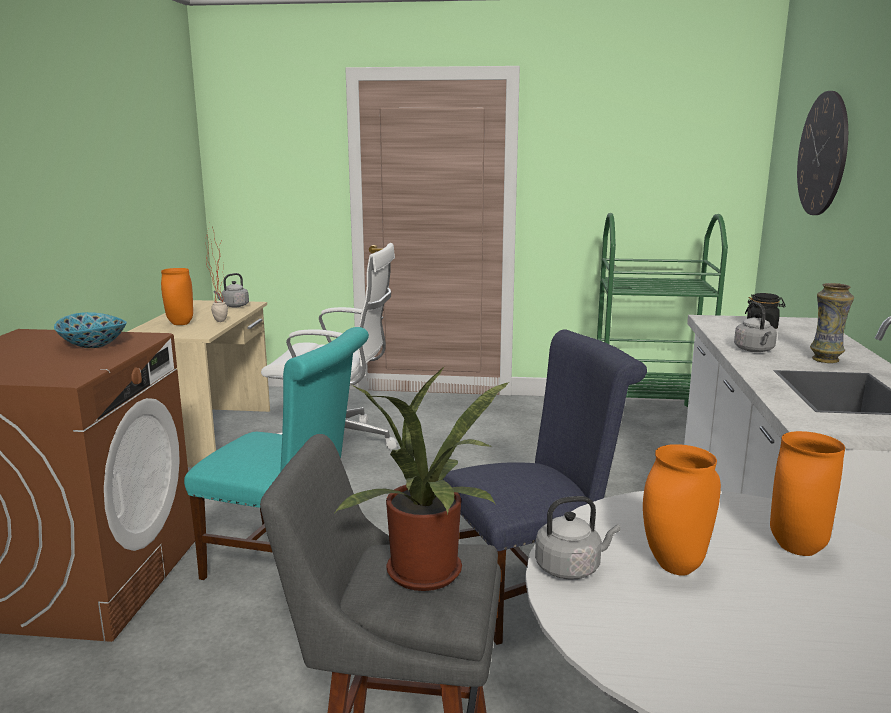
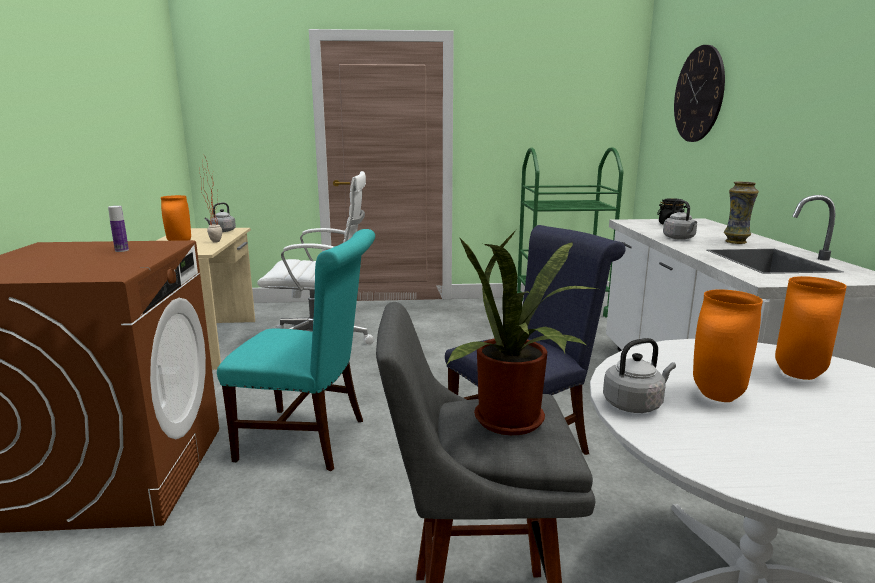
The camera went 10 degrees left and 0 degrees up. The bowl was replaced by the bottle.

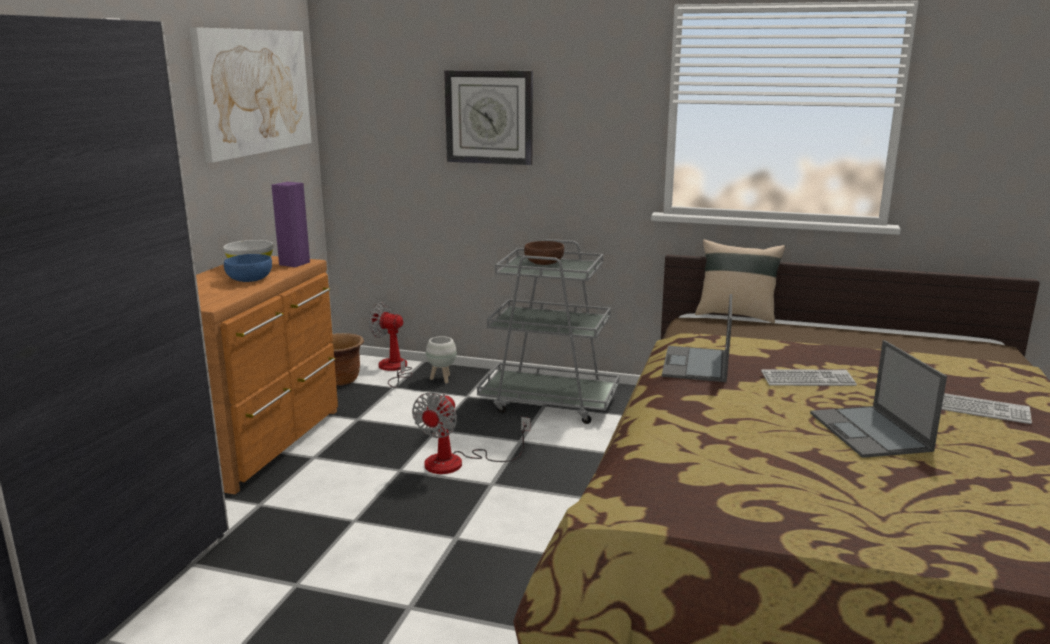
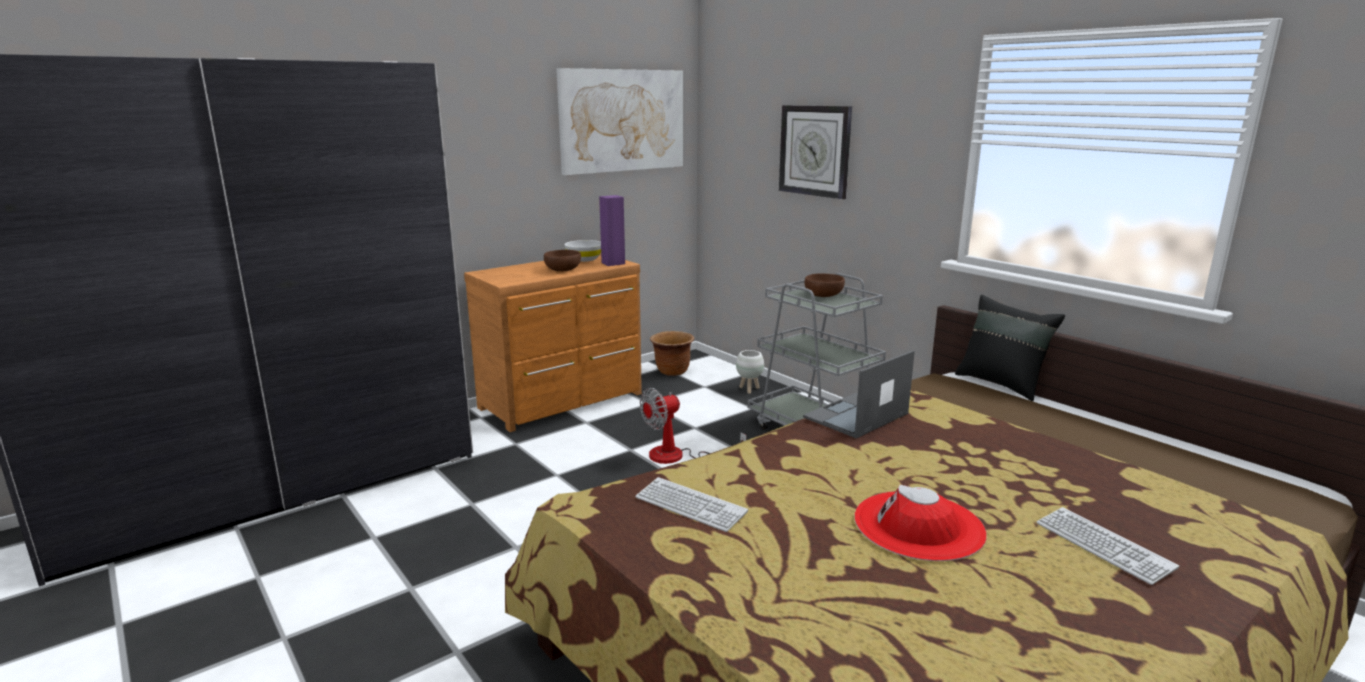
The camera went 35 degrees right and 0 degrees up. The blue_bowl became the brown_bowl (1st from left). The keyboard (1st from left) moved. The laptop (2nd from left) was replaced by the red_hat. The beige_pillow became the black_pillow. The fan (1st from left) disappeared.

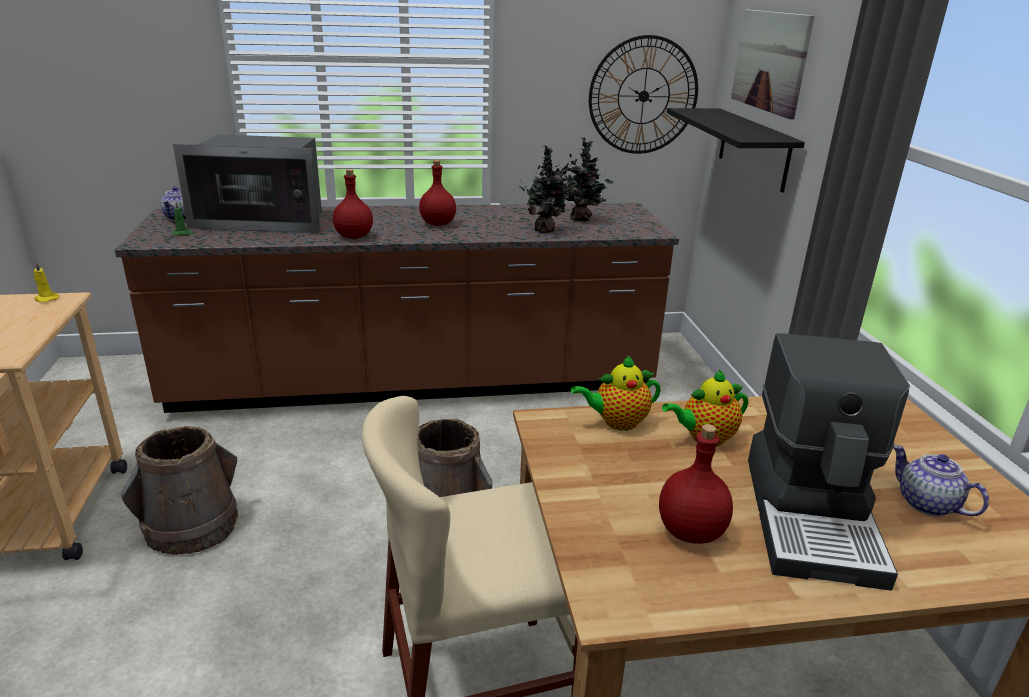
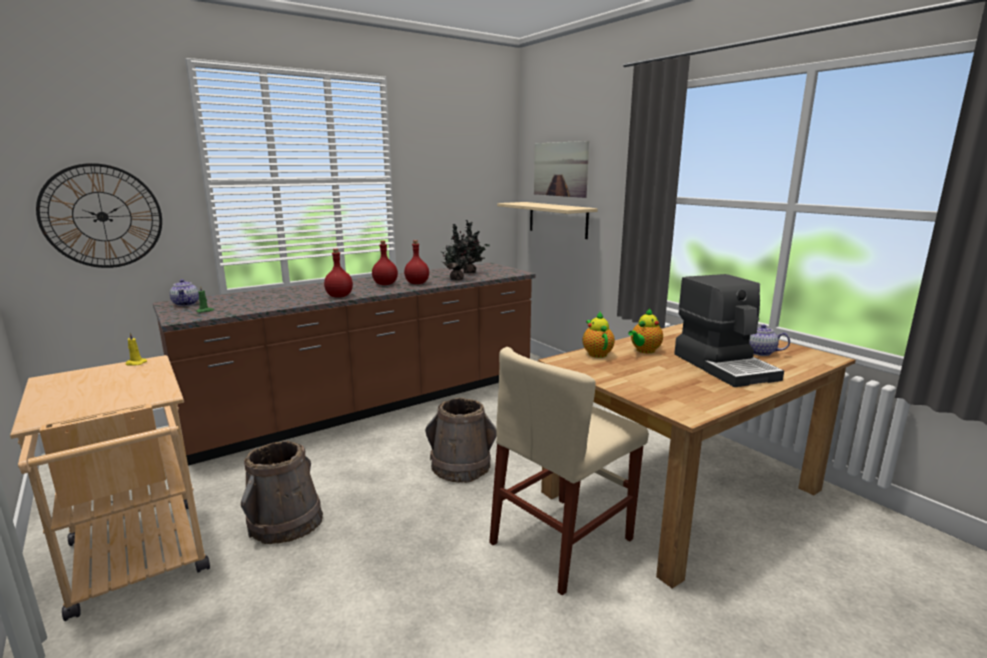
The camera went 25 degrees left and 10 degrees down. The wall_clock moved. The red_bottle (3rd from left) moved. The black_shelf became the beige_shelf. The teapot (2nd from left) turned 120 degrees clockwise. The microwave disappeared.

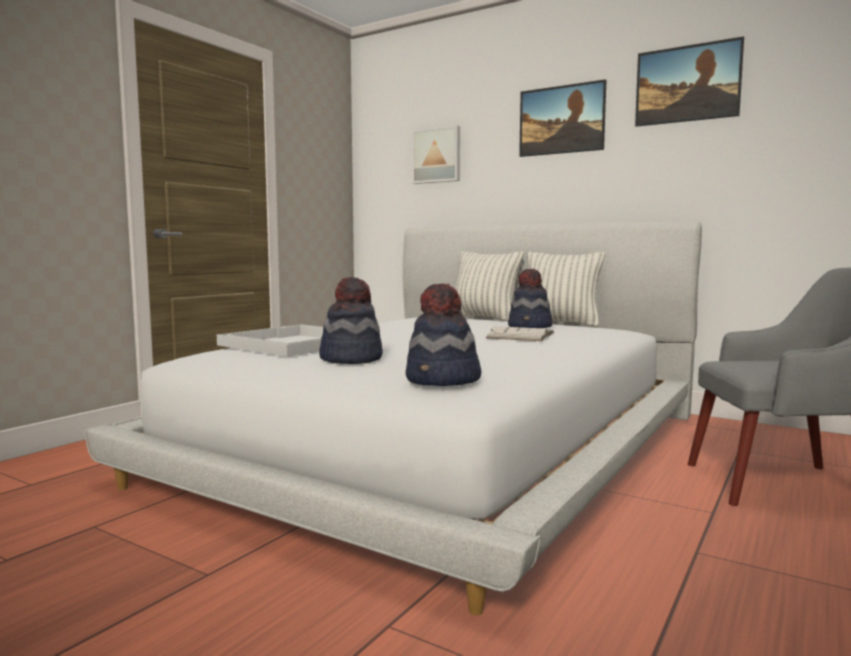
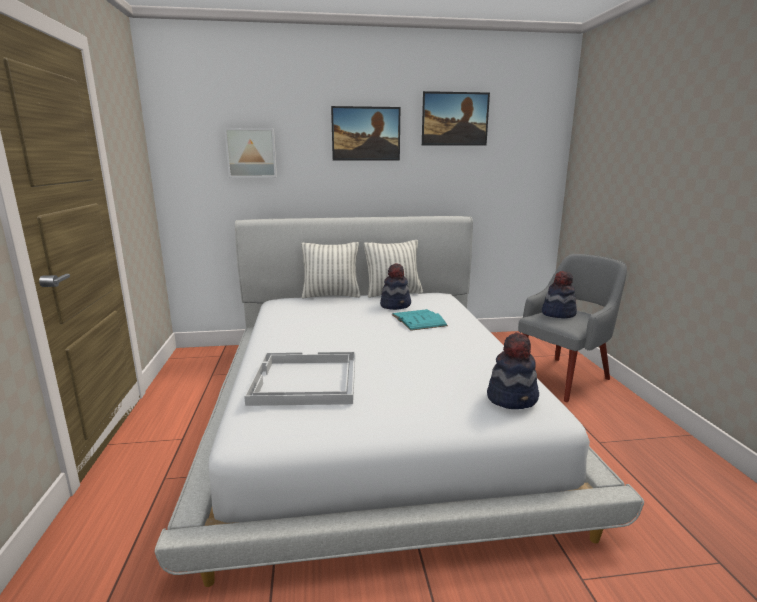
The camera went 40 degrees left and 10 degrees up. The white_book became the turquoise_book. The hat (1st from left in the first image) moved.

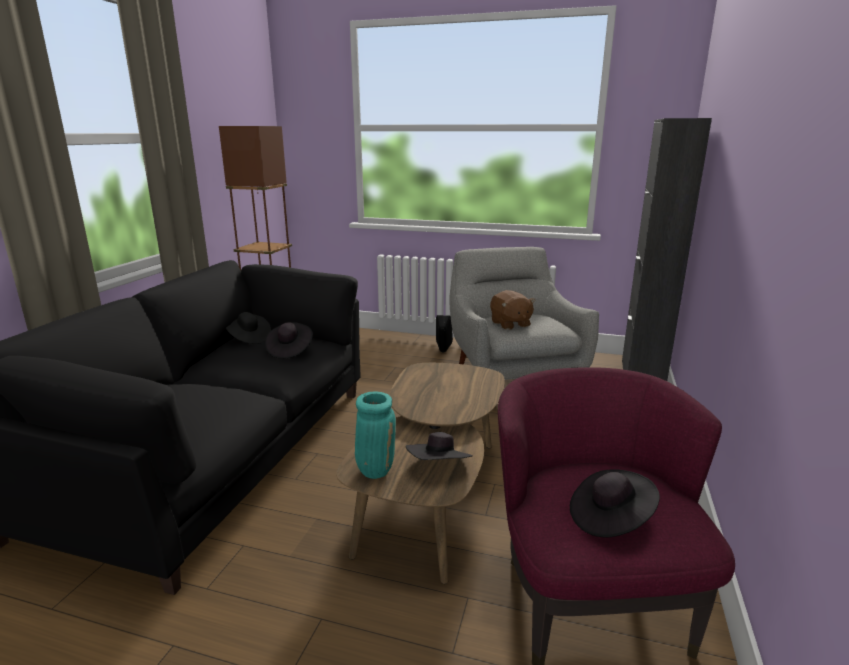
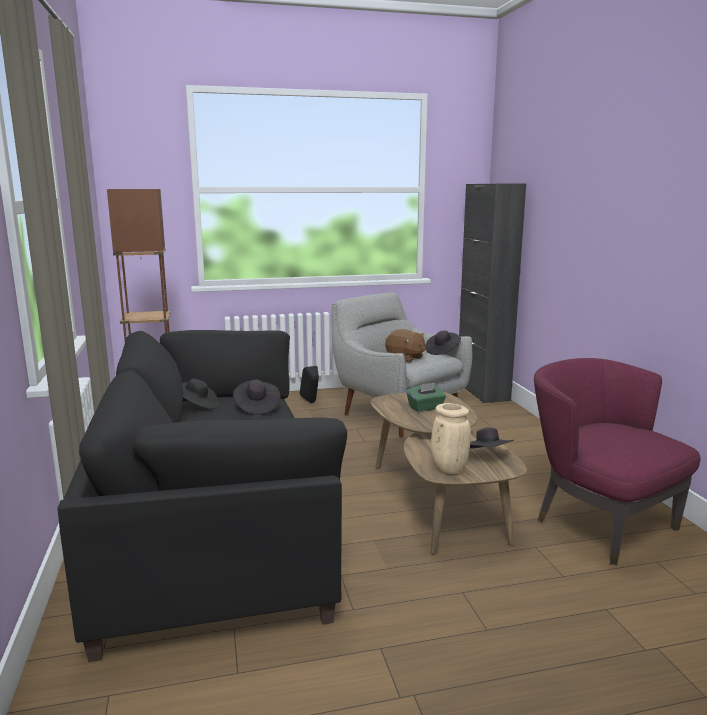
The camera went 30 degrees left and 5 degrees down. The green_tissue_box appeared. The black_hat (4th from left in the first image) moved. The turquoise_vase became the beige_vase.

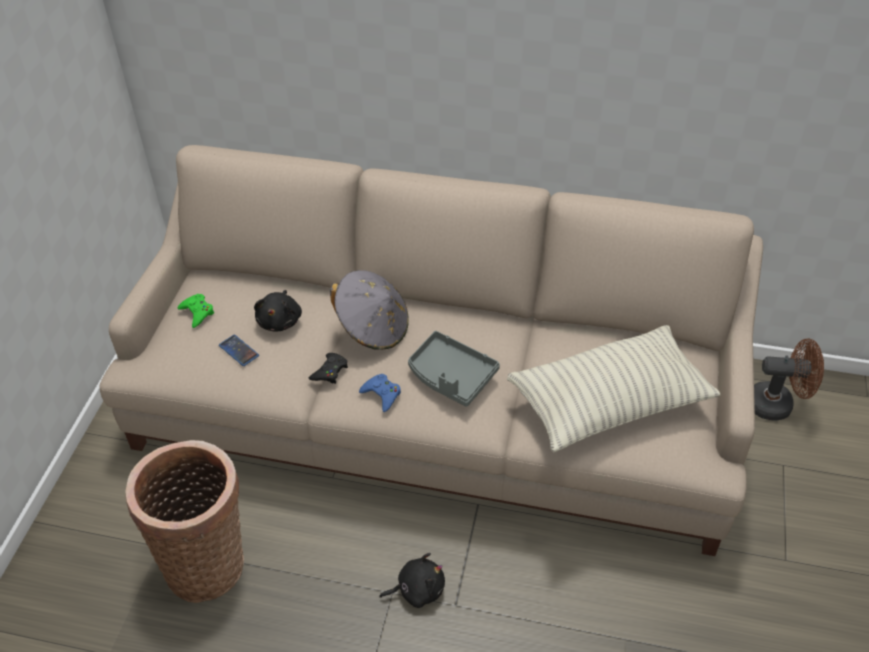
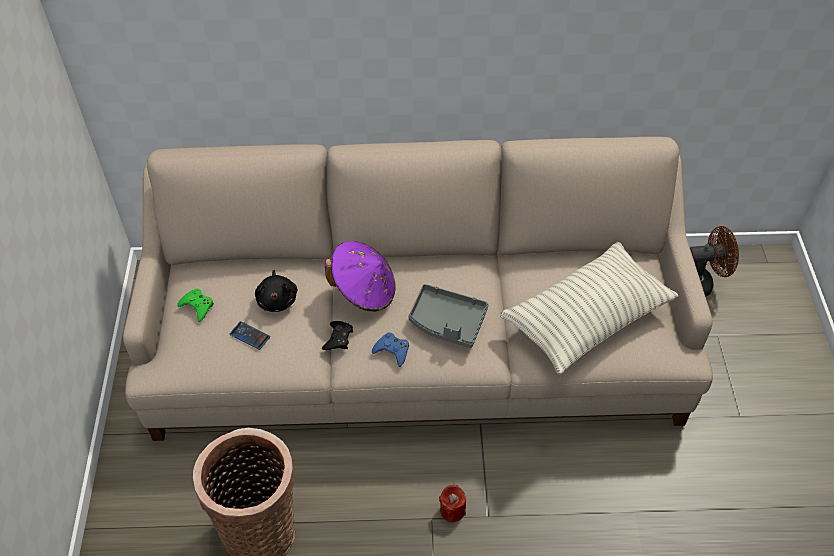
The camera went 15 degrees left and 5 degrees up. The grey_hat became the purple_hat. The black_plush_toy (2nd from left) was replaced by the red_candle.

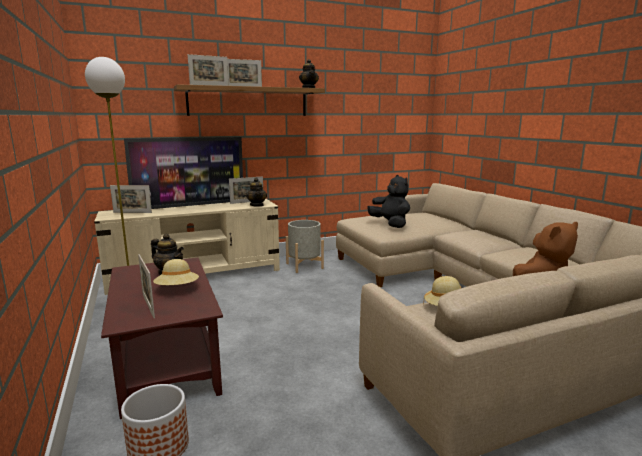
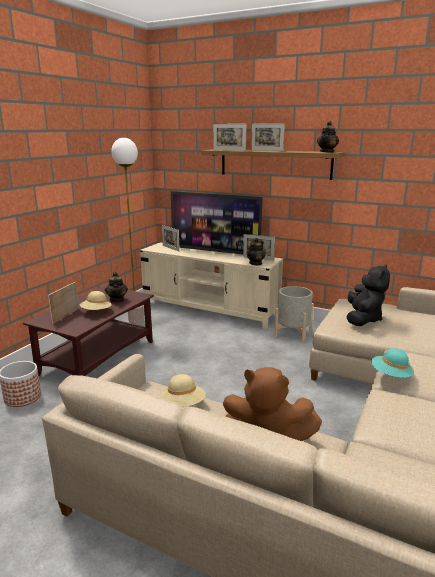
The camera went 50 degrees right and 5 degrees up. The turquoise_hat appeared.

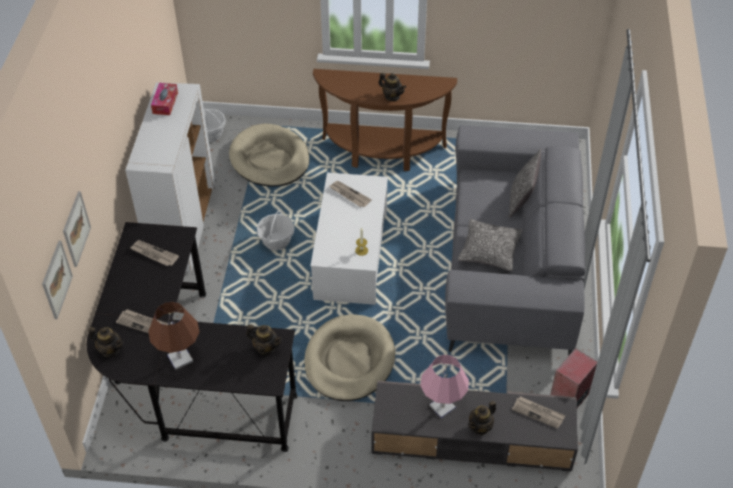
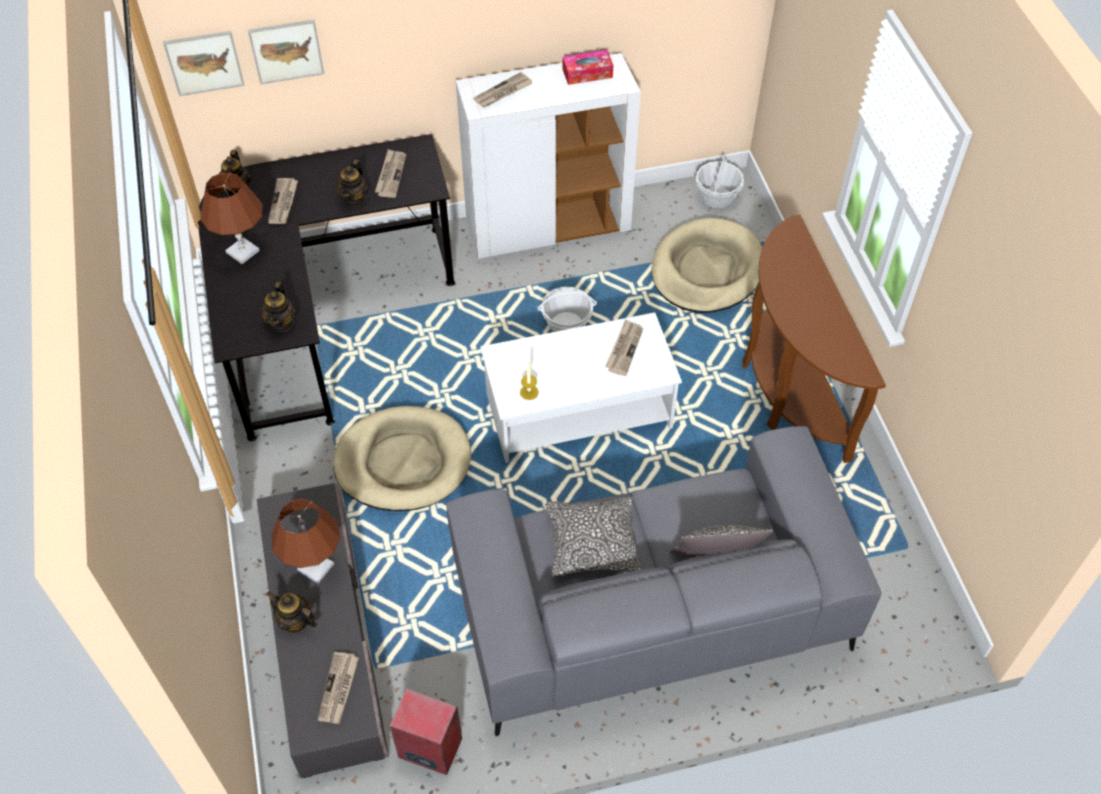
The camera went 70 degrees right and 5 degrees up. The pink_table_lamp became the brown_table_lamp (2nd from left). The teapot (3rd from left in the first image) moved. The newspaper (4th from left) appeared.

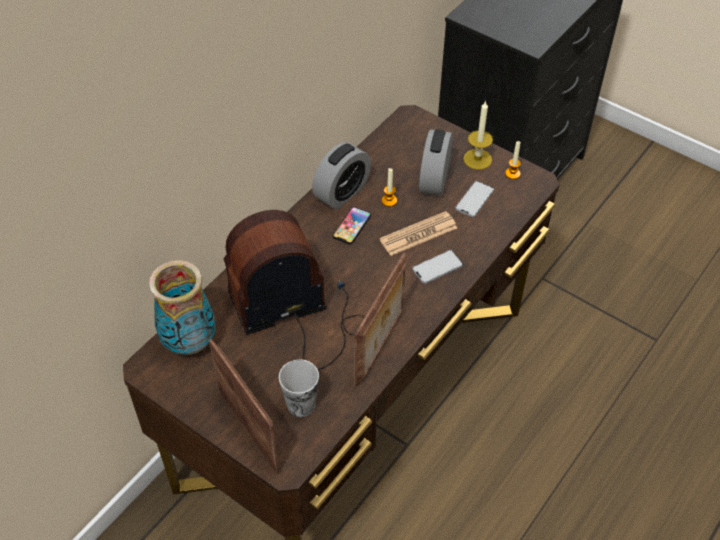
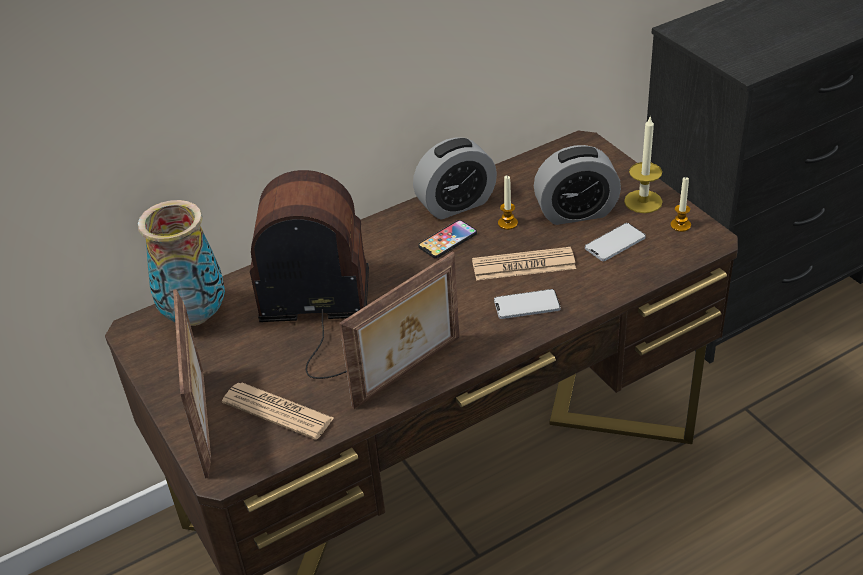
The camera went 25 degrees right and 10 degrees down. The cup was replaced by the newspaper (1st from left). The alarm_clock (2nd from left) turned 135 degrees counterclockwise.

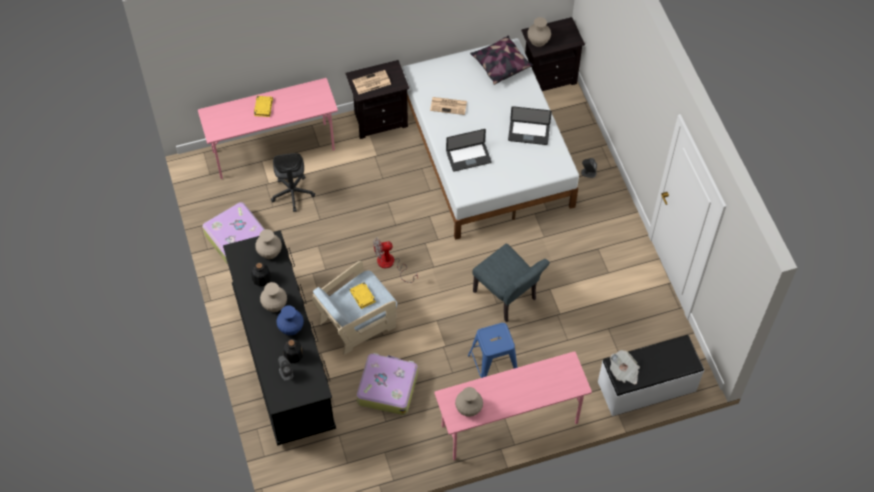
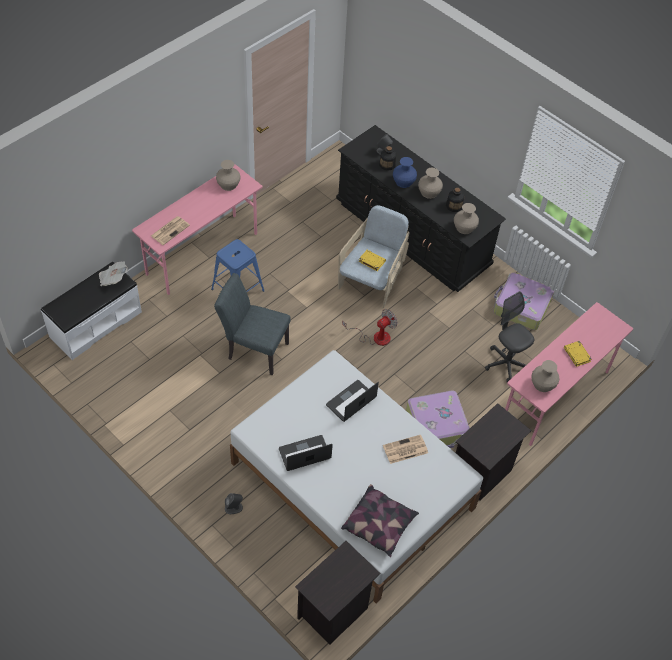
The camera went 150 degrees right and 5 degrees down. The newspaper (1st from left in the first image) moved. The suitcase (2nd from left in the first image) moved. The beige_vase (4th from left) moved.

